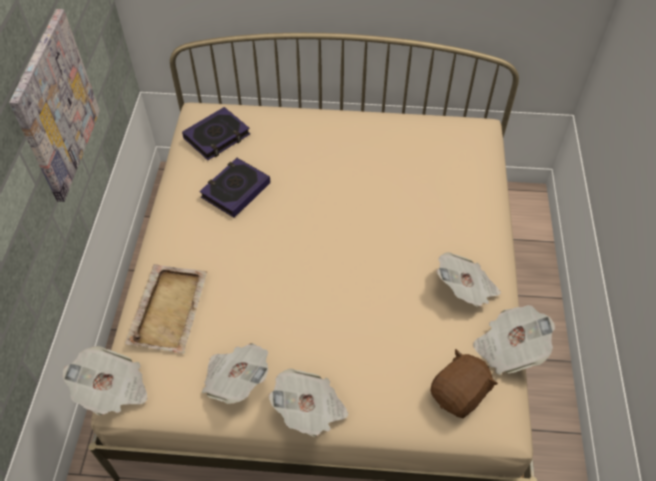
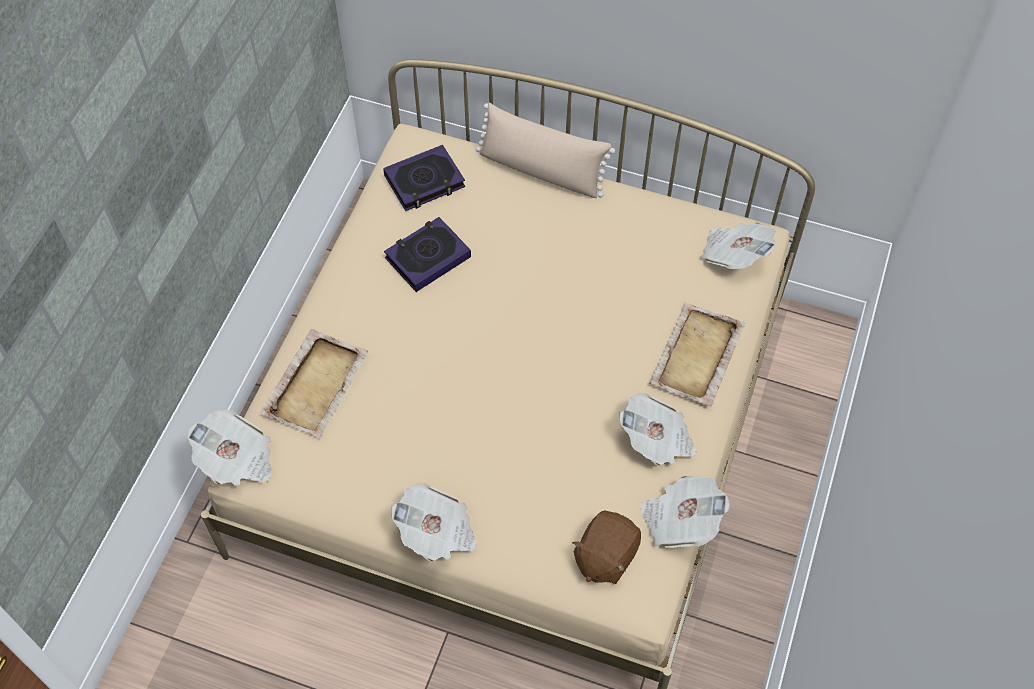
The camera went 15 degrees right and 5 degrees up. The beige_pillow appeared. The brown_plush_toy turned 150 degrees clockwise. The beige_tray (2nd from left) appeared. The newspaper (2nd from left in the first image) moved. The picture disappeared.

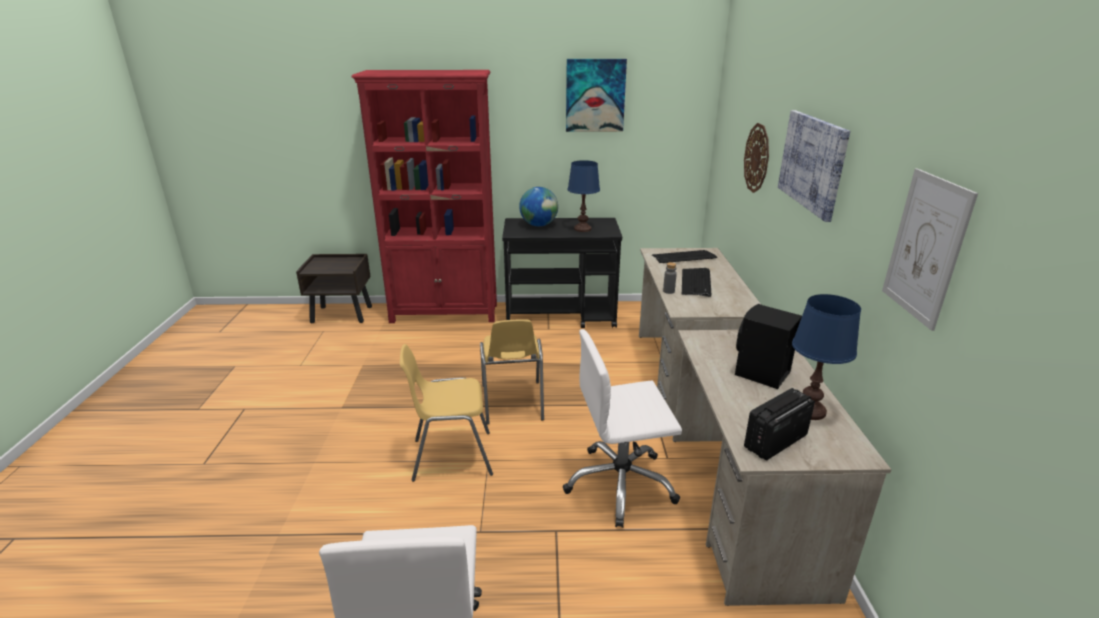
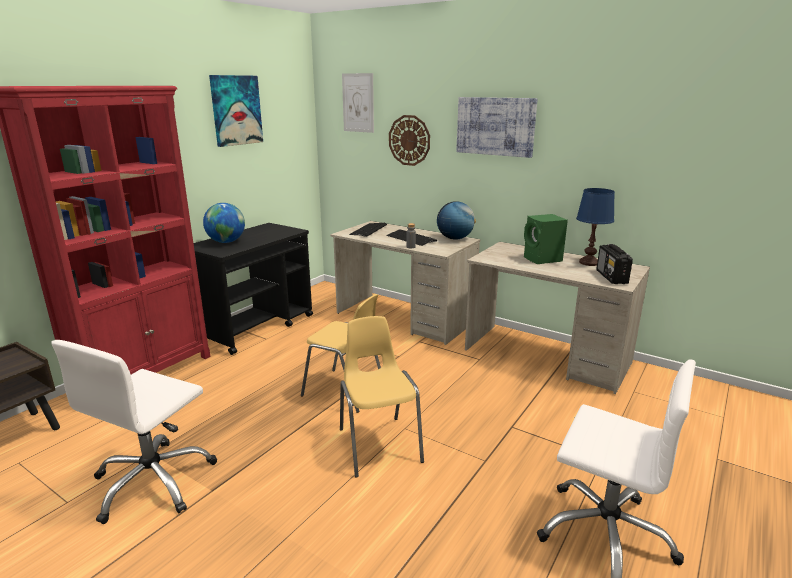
The camera went 55 degrees left and 5 degrees down. The white_office_chair (2nd from left in the first image) moved. The yellow_chair (1st from left in the first image) turned 135 degrees clockwise. The picture (3rd from left in the first image) moved. The globe (2nd from left) appeared. The black_speaker became the green_speaker. The blue_table_lamp (1st from left) disappeared.

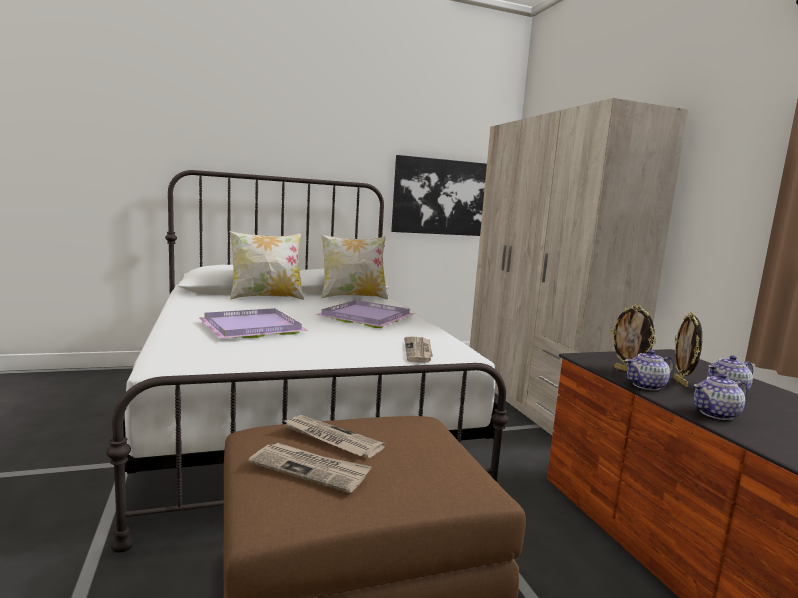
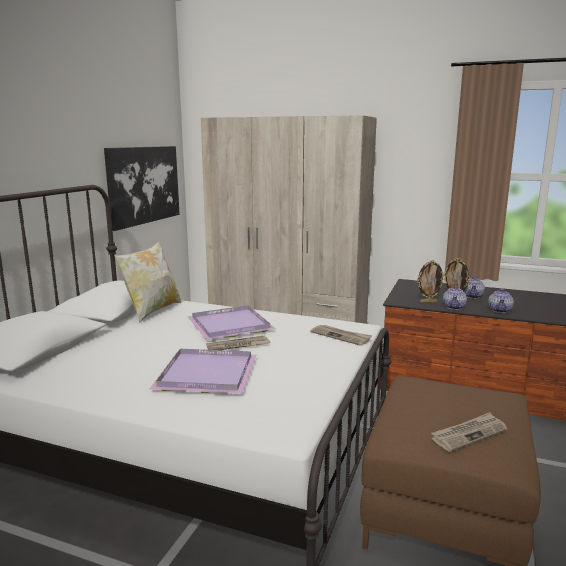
The camera went 50 degrees left and 5 degrees up. The newspaper (2nd from left in the first image) moved. The pillow (1st from left) disappeared.

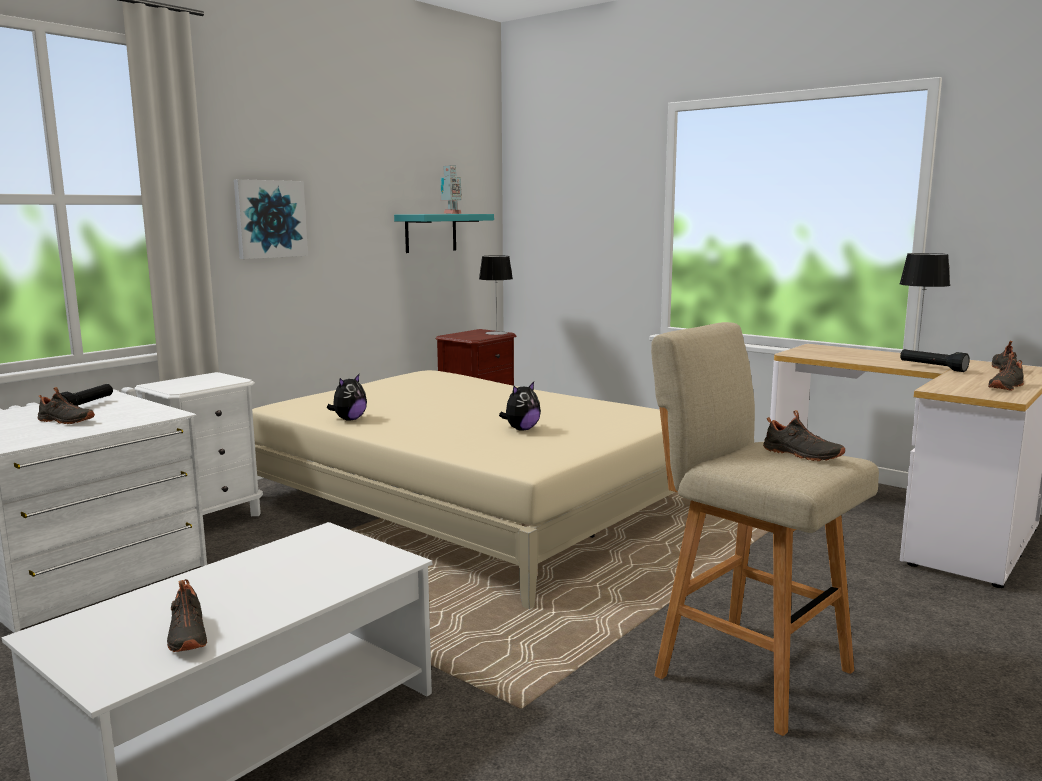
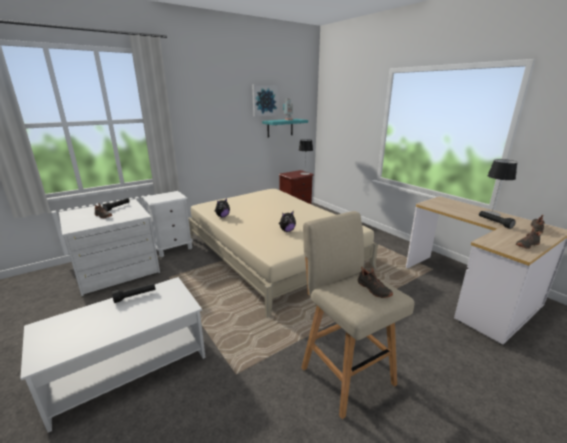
The camera went 15 degrees right and 10 degrees up. The black_flashlight (2nd from left) appeared. The picture moved. The black_shoe (2nd from left) disappeared.

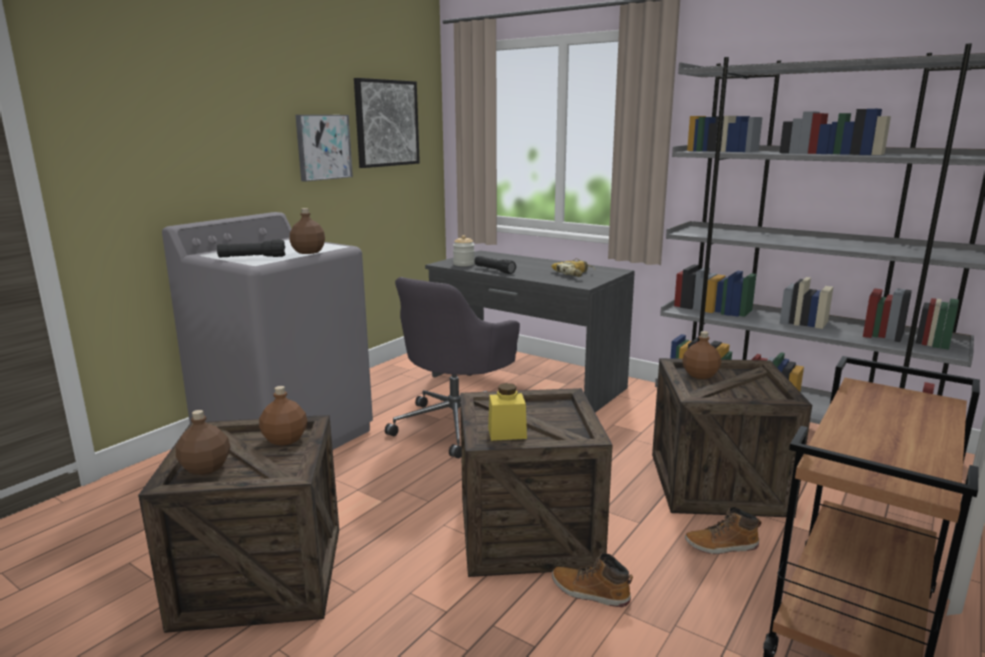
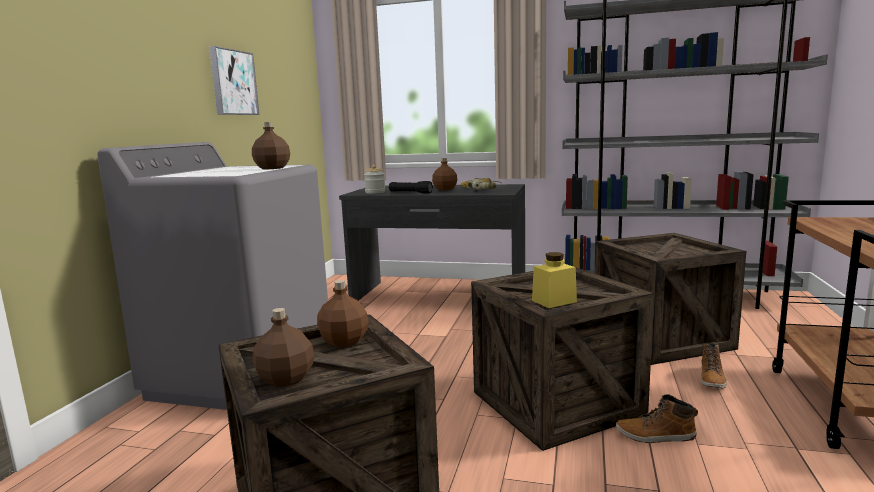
The camera went 20 degrees left and 5 degrees down. The brown_bottle (4th from left) moved. The boot (2nd from left) turned 45 degrees counterclockwise. The black_flashlight (1st from left) disappeared. The picture (2nd from left) disappeared. The grey_office_chair disappeared.

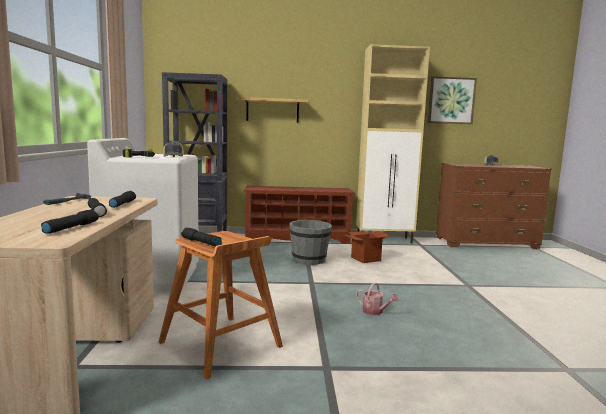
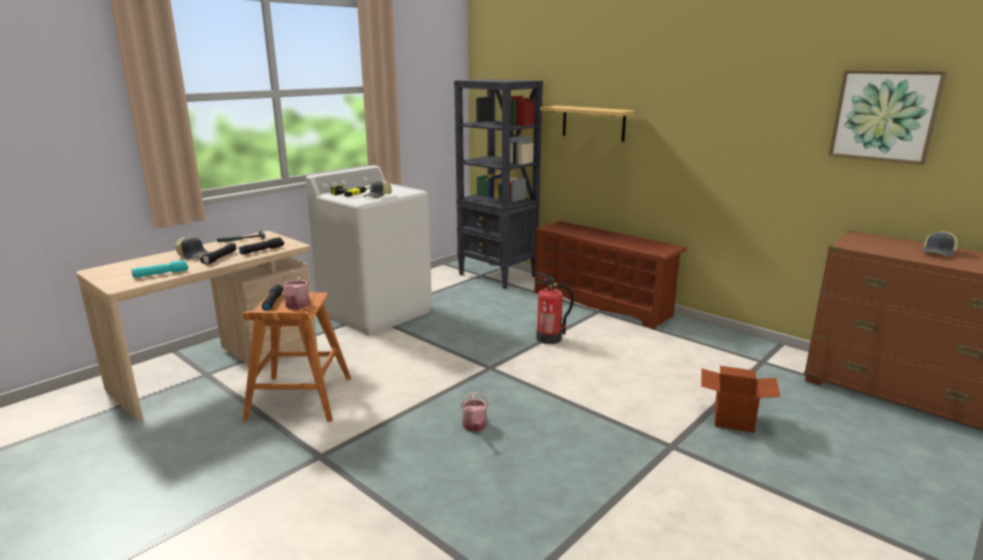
The camera went 45 degrees right and 10 degrees up. The black_flashlight (1st from left) became the turquoise_flashlight. The cap (1st from left) appeared. The watering_can (1st from left) appeared. The grey_bucket was replaced by the fire_extinguisher. The cardboard_box moved. The beige_cabinet disappeared.

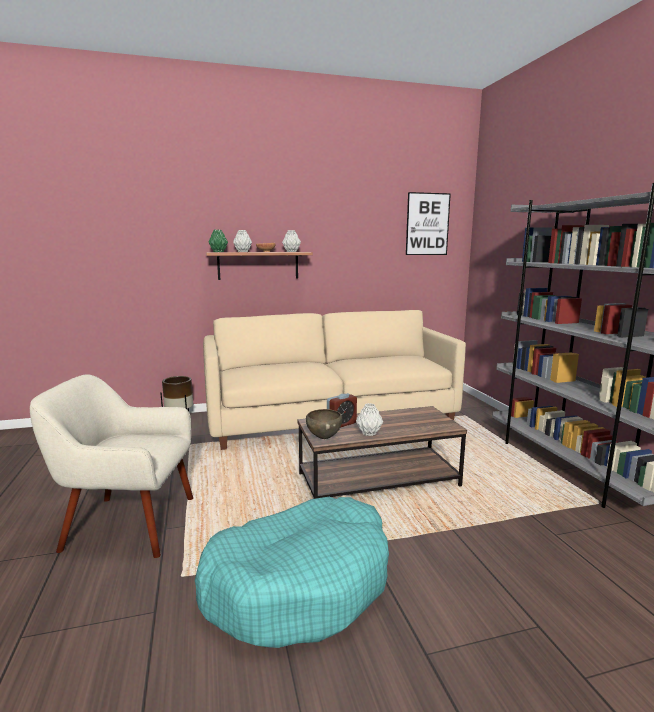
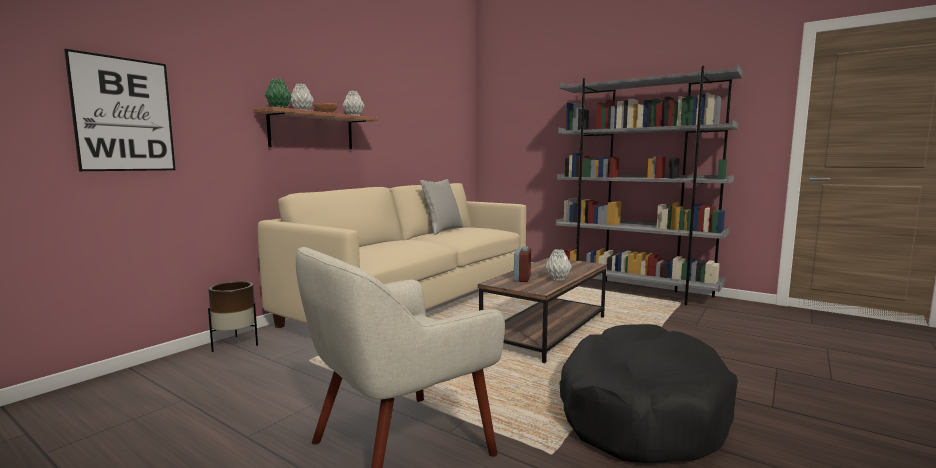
The camera went 40 degrees left and 5 degrees down. The picture moved. The grey_pillow appeared. The turquoise_dog_bed became the black_dog_bed. The brown_bowl (2nd from left) disappeared.

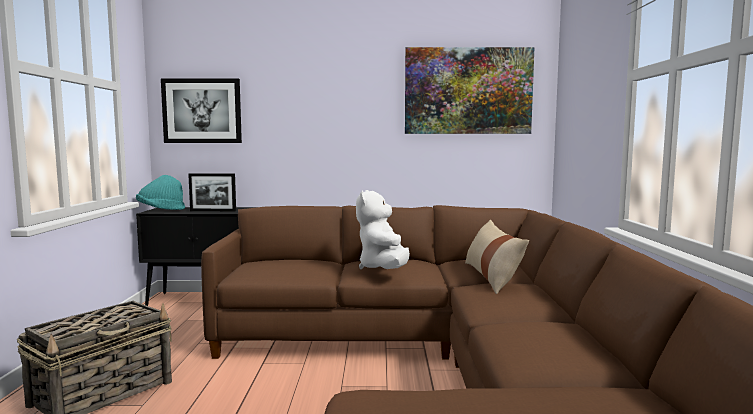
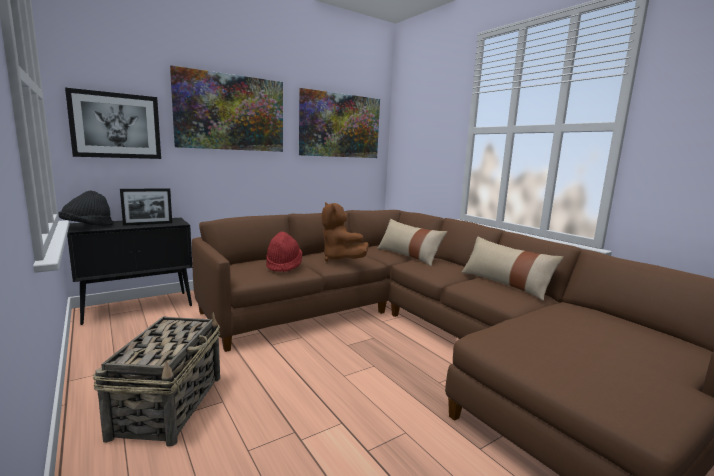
The camera went 35 degrees left and 5 degrees up. The turquoise_hat became the black_hat. The picture (2nd from left) appeared. The red_hat appeared. The white_plush_toy became the brown_plush_toy. The beige_pillow (2nd from left) appeared.

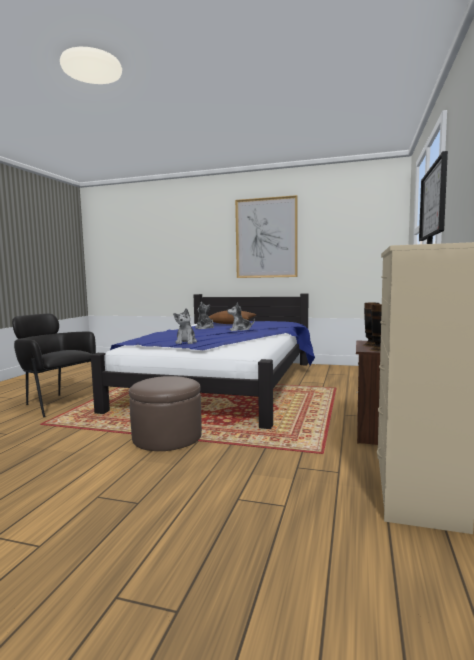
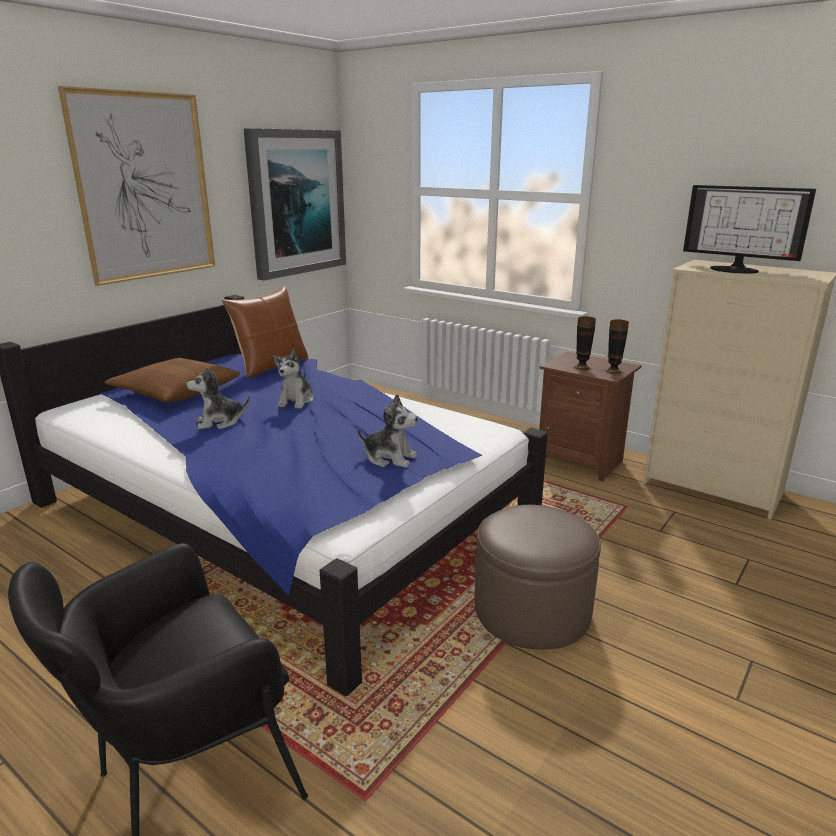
The camera went 70 degrees left and 15 degrees up. The brown_pillow (2nd from left) appeared. The picture (2nd from left) appeared.

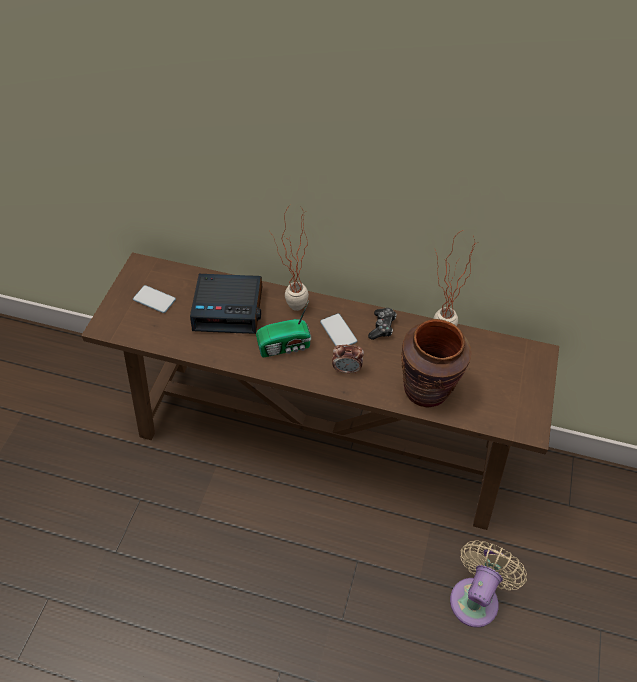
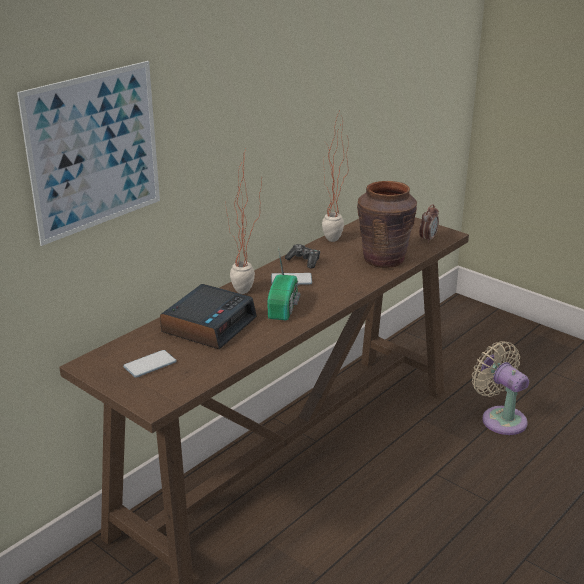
The camera went 65 degrees left and 25 degrees down. The picture appeared. The alarm_clock (2nd from left) moved.

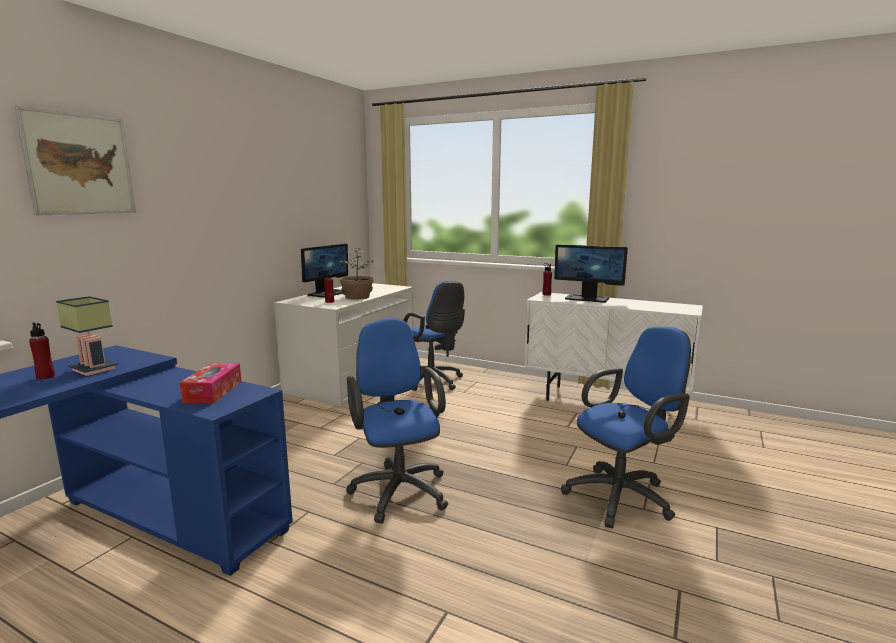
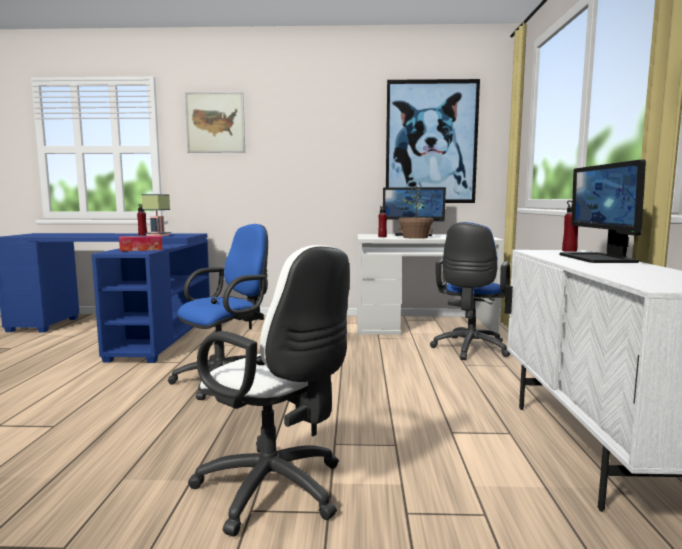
The camera went 65 degrees right and 5 degrees down. The blue_office_chair (3rd from left) became the white_office_chair. The picture (2nd from left) appeared.

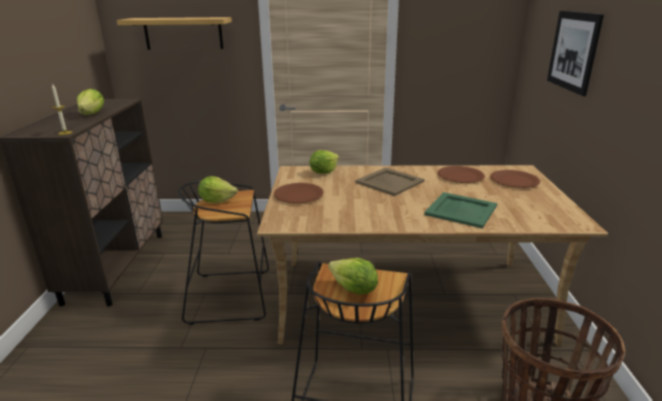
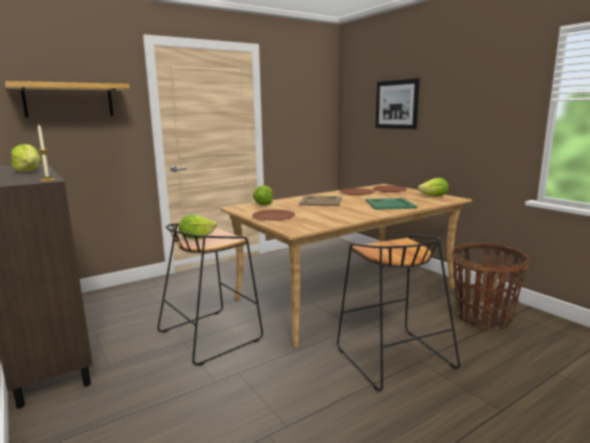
The camera went 35 degrees left and 10 degrees down. The lettuce (4th from left) moved.

